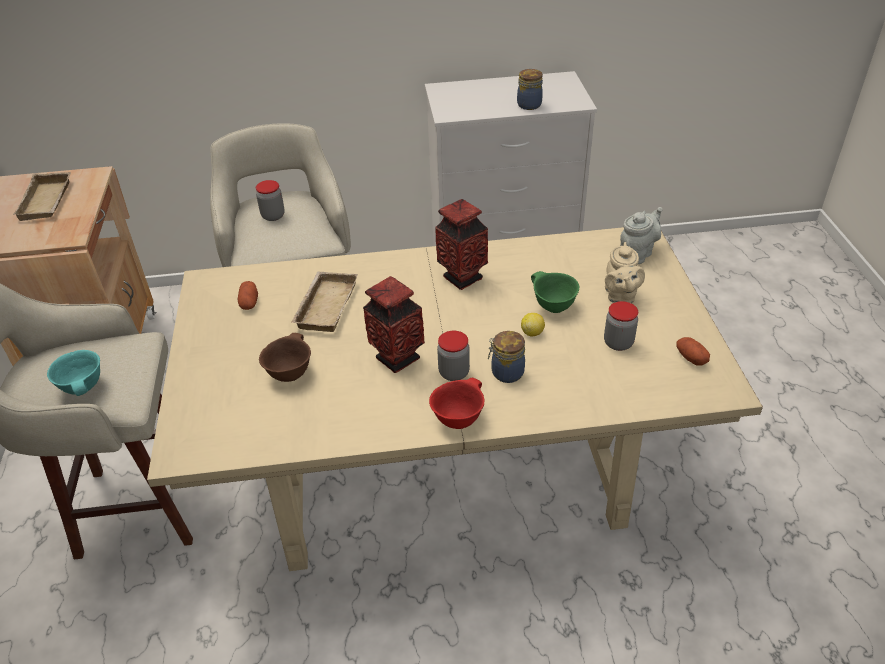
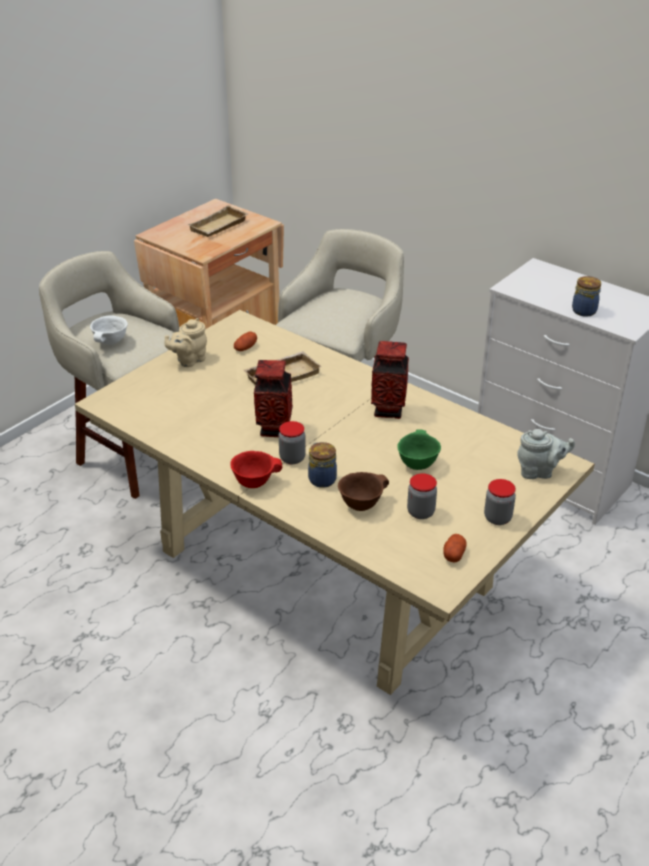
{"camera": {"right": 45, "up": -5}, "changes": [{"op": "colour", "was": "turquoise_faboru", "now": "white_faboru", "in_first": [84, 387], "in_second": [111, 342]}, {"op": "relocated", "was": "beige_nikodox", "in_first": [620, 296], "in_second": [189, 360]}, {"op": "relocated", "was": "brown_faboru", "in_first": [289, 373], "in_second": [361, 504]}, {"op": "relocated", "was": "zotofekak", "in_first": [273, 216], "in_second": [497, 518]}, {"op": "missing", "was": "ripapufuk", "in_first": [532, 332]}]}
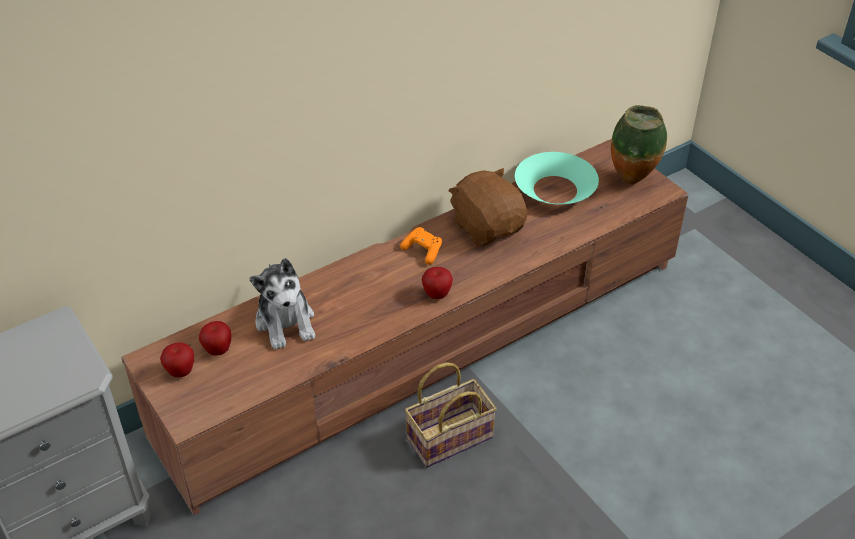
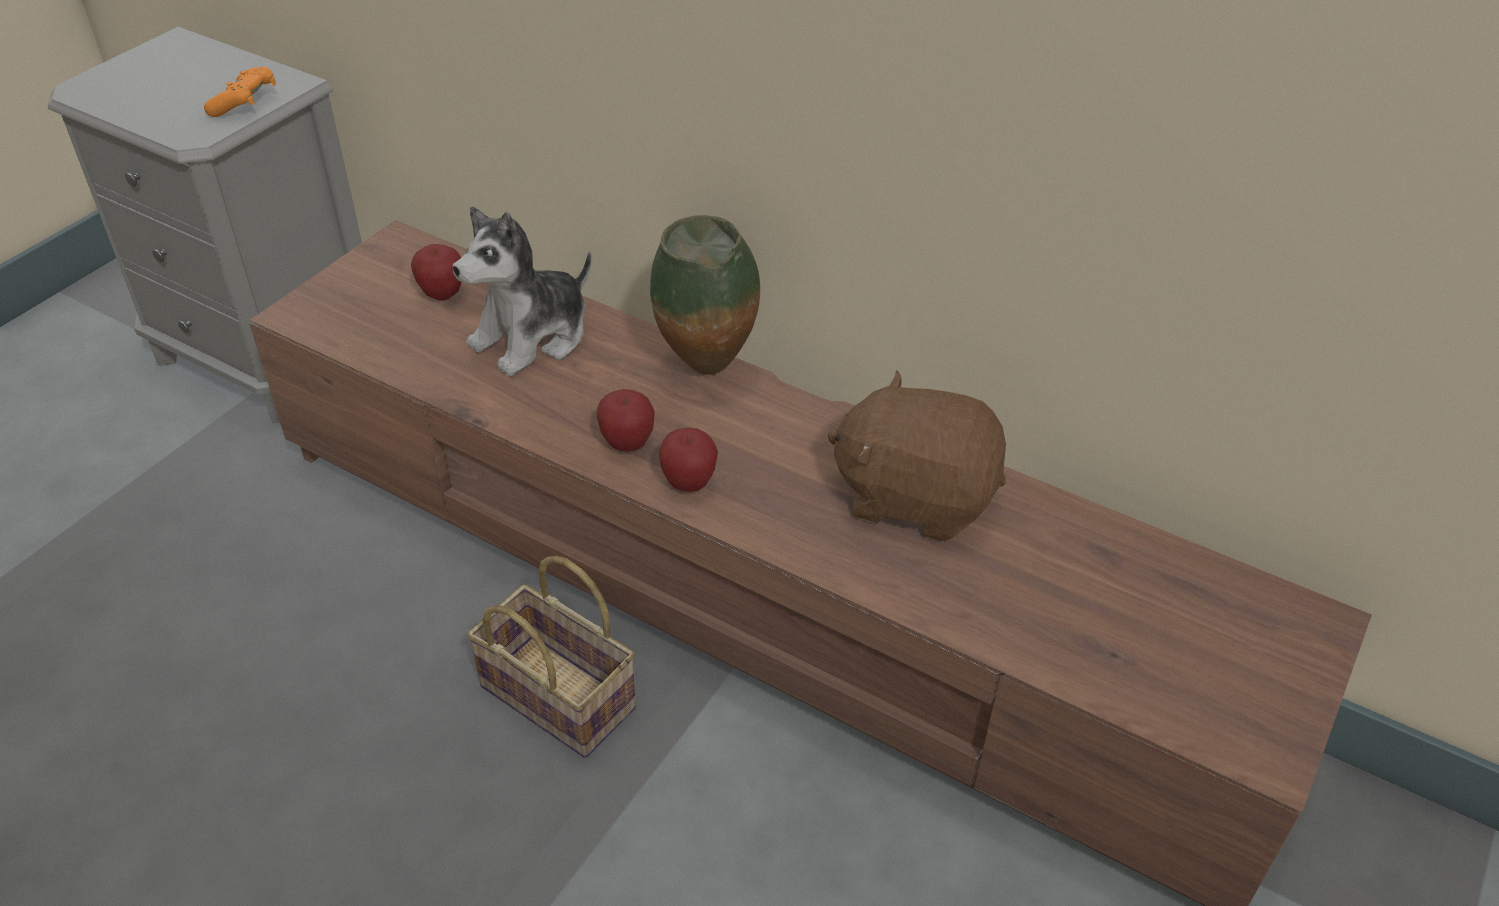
{"camera": {"right": 65, "up": 0}, "changes": [{"op": "relocated", "was": "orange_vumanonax", "in_first": [423, 251], "in_second": [246, 104]}, {"op": "relocated", "was": "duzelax", "in_first": [181, 372], "in_second": [627, 443]}, {"op": "relocated", "was": "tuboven", "in_first": [632, 181], "in_second": [707, 371]}, {"op": "spun", "was": "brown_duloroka", "in_first": [487, 227], "in_second": [915, 496], "clockwise": -105}, {"op": "missing", "was": "turquoise_faboru", "in_first": [555, 189]}]}
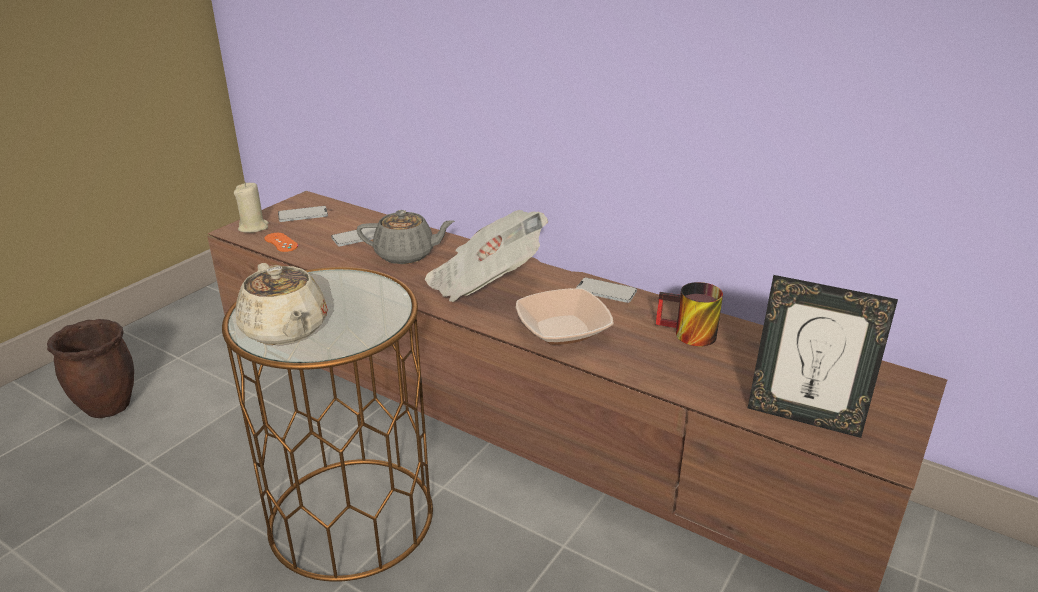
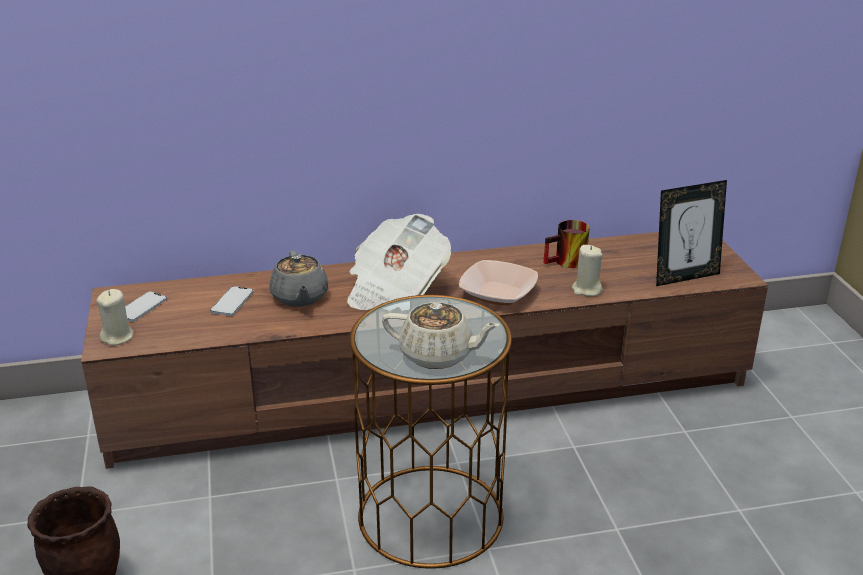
{"camera": {"right": -45, "up": 0}, "changes": [{"op": "spun", "was": "grey_nikodox", "in_first": [406, 255], "in_second": [299, 297], "clockwise": 120}, {"op": "appeared", "now": "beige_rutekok", "in_second": [586, 290]}, {"op": "missing", "was": "orange_vumanonax", "in_first": [281, 242]}, {"op": "missing", "was": "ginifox", "in_first": [606, 291]}]}
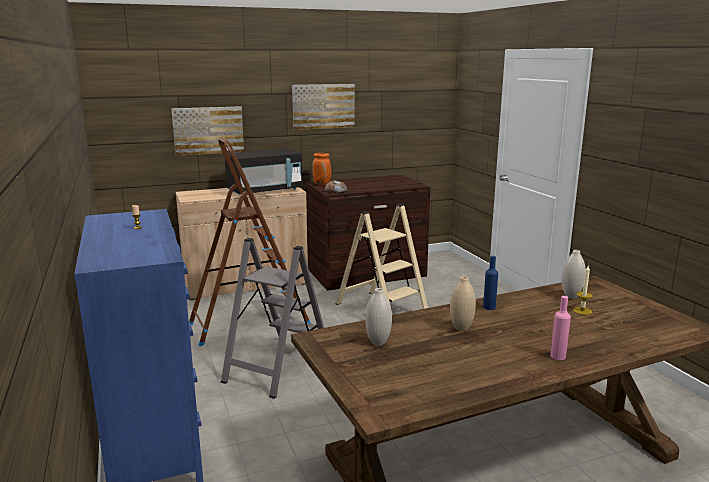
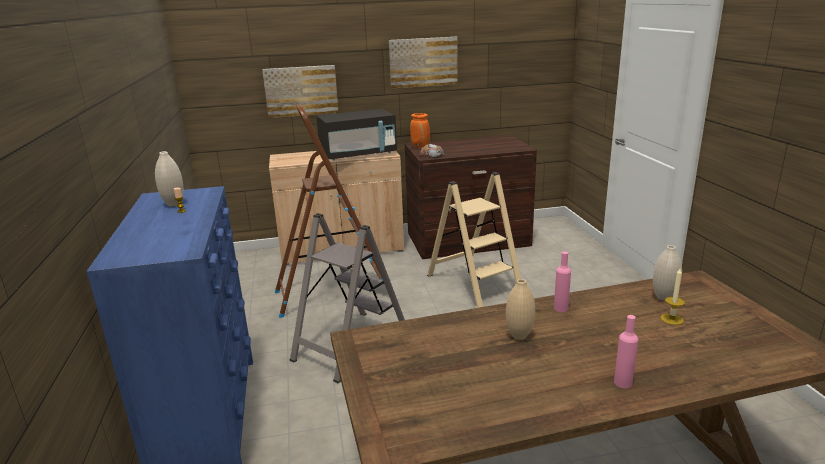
{"camera": {"right": 10, "up": 5}, "changes": [{"op": "relocated", "was": "white_tuboven", "in_first": [378, 343], "in_second": [174, 204]}, {"op": "colour", "was": "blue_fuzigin", "now": "pink_fuzigin", "in_first": [489, 307], "in_second": [560, 308]}]}
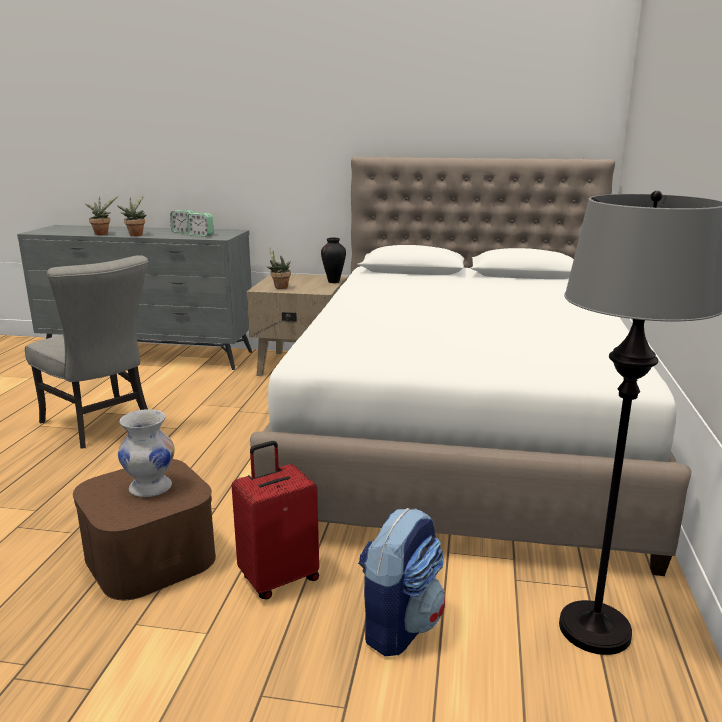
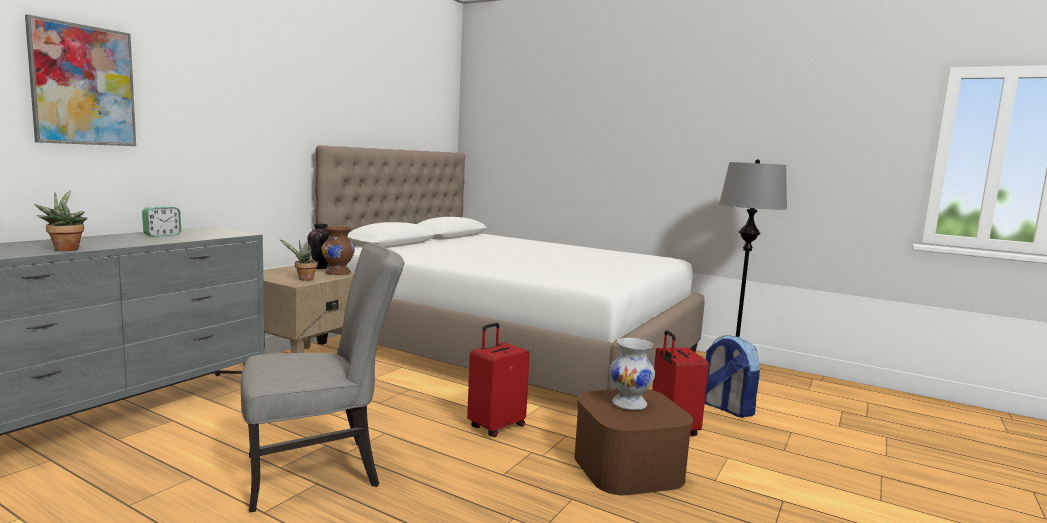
{"camera": {"right": -70, "up": -10}, "changes": [{"op": "appeared", "now": "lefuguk", "in_second": [83, 85]}, {"op": "appeared", "now": "brown_tuboven", "in_second": [338, 273]}, {"op": "appeared", "now": "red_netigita", "in_second": [496, 426]}, {"op": "missing", "was": "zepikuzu", "in_first": [136, 235]}, {"op": "missing", "was": "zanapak", "in_first": [201, 235]}]}
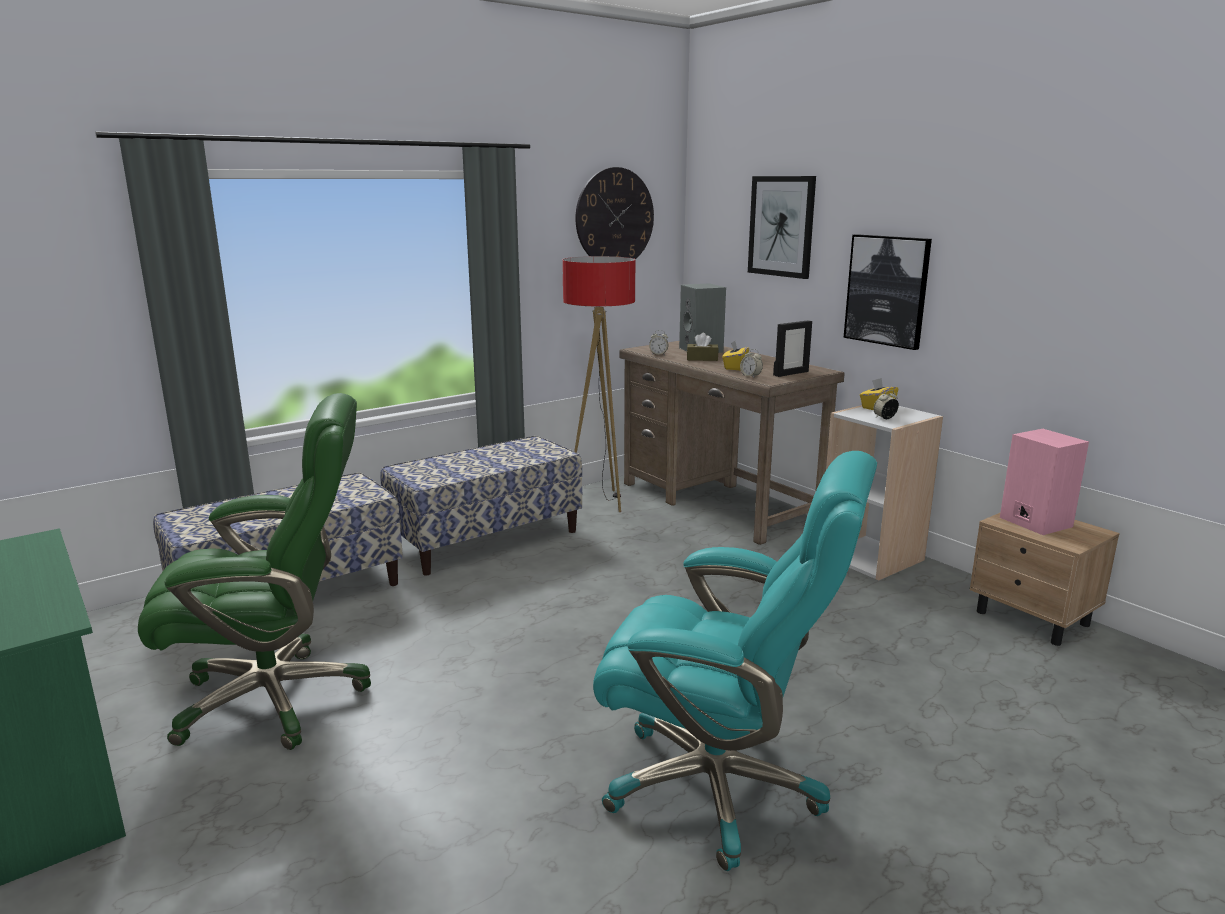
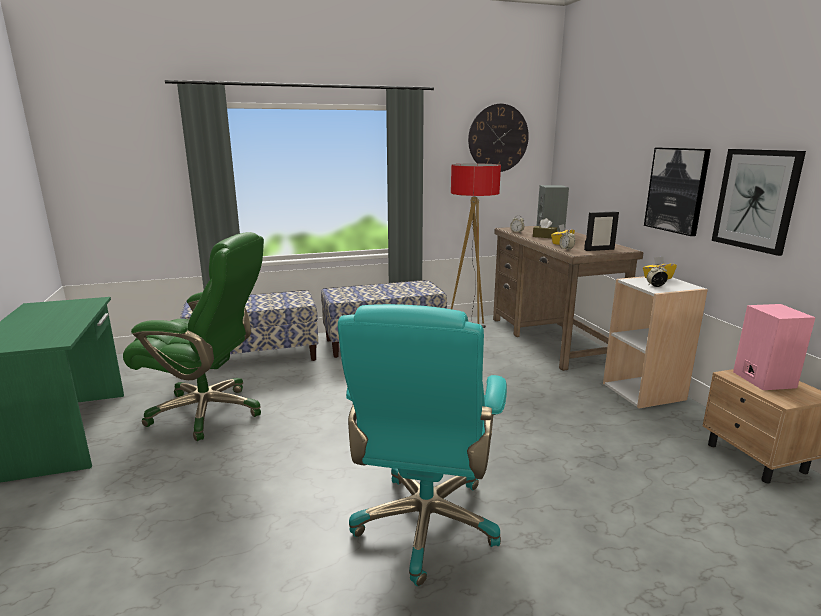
{"camera": {"right": 20, "up": 0}, "changes": [{"op": "spun", "was": "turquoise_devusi", "in_first": [720, 794], "in_second": [423, 528], "clockwise": 60}, {"op": "relocated", "was": "lefuguk", "in_first": [781, 226], "in_second": [756, 200]}]}
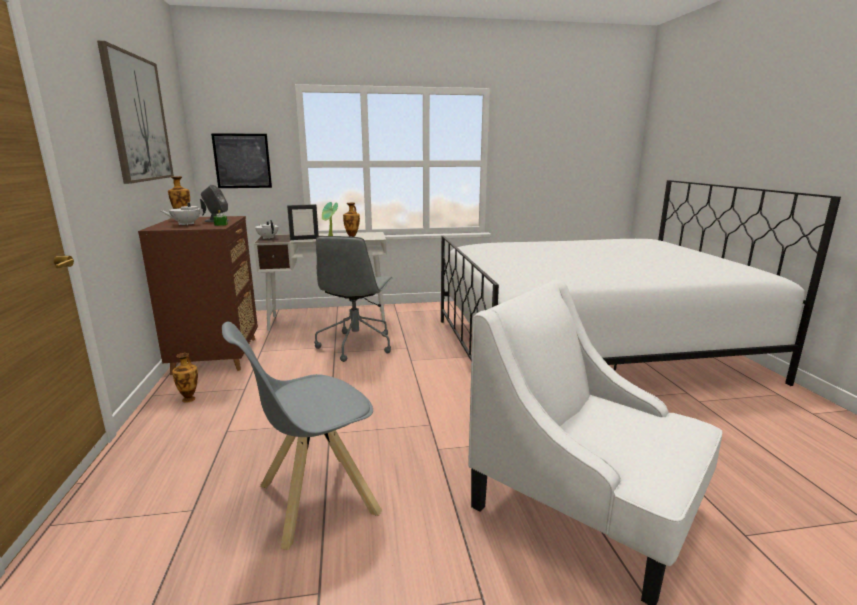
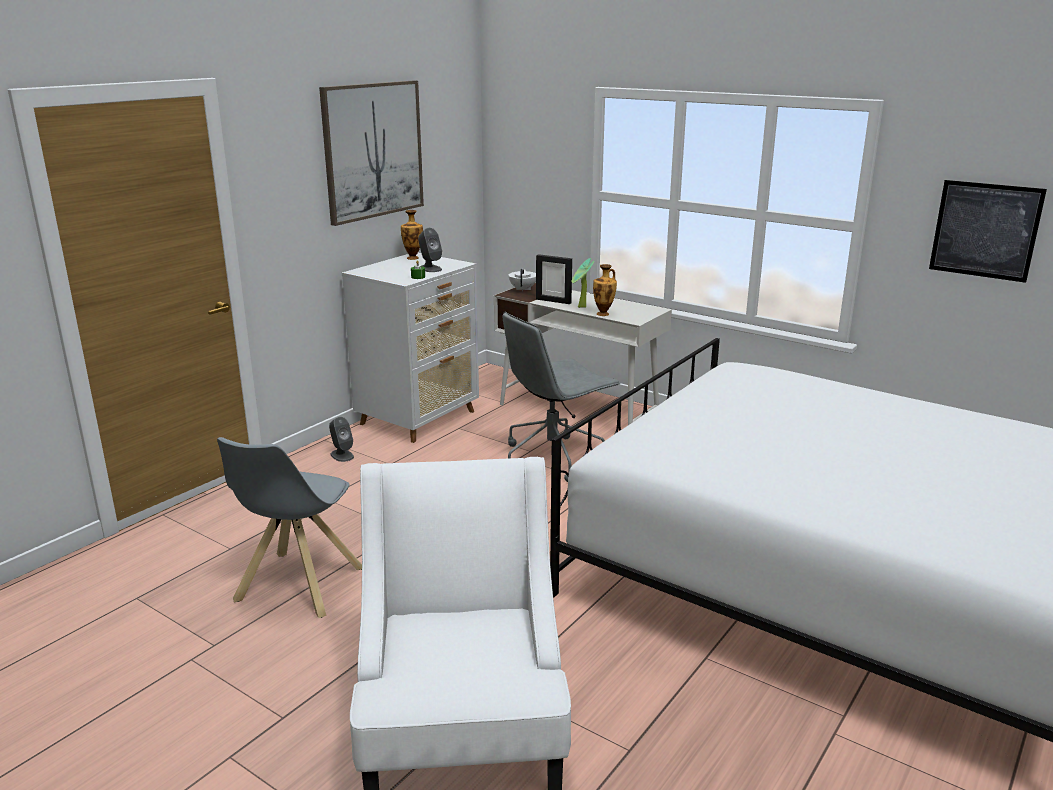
{"camera": {"right": 45, "up": 5}, "changes": [{"op": "spun", "was": "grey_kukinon", "in_first": [314, 499], "in_second": [297, 586], "clockwise": -90}, {"op": "exchanged", "was": "tuboven", "now": "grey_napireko", "in_first": [189, 399], "in_second": [342, 455]}, {"op": "colour", "was": "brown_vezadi", "now": "white_vezadi", "in_first": [216, 355], "in_second": [419, 417]}, {"op": "relocated", "was": "lefuguk", "in_first": [242, 161], "in_second": [985, 230]}, {"op": "missing", "was": "white_nikodox", "in_first": [186, 224]}]}
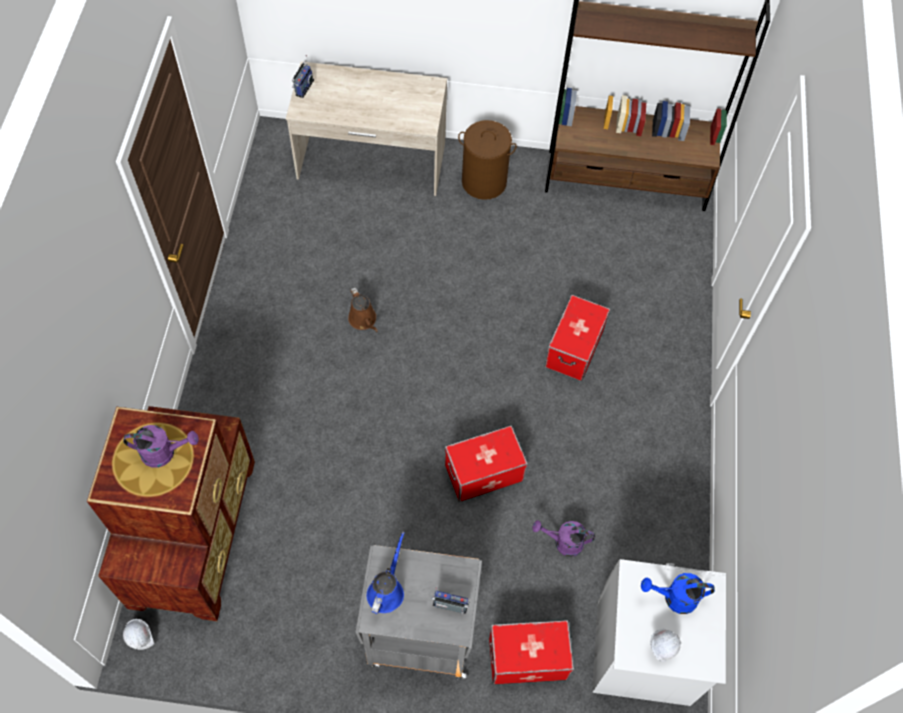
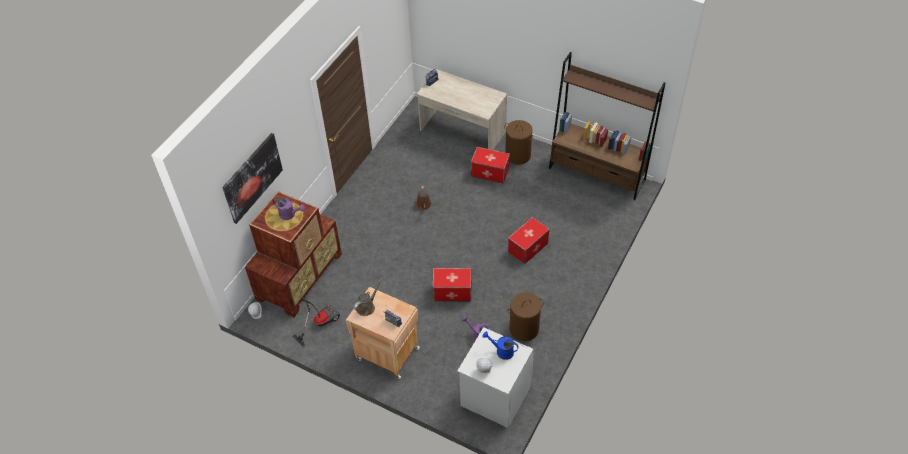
{"camera": {"right": 25, "up": -10}, "changes": [{"op": "appeared", "now": "lefuguk", "in_second": [252, 177]}, {"op": "appeared", "now": "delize", "in_second": [319, 323]}, {"op": "colour", "was": "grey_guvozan", "now": "brown_guvozan", "in_first": [419, 634], "in_second": [387, 353]}, {"op": "colour", "was": "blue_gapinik", "now": "brown_gapinik", "in_first": [386, 590], "in_second": [367, 307]}, {"op": "relocated", "was": "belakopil", "in_first": [527, 659], "in_second": [490, 172]}, {"op": "appeared", "now": "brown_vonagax", "in_second": [524, 329]}]}
